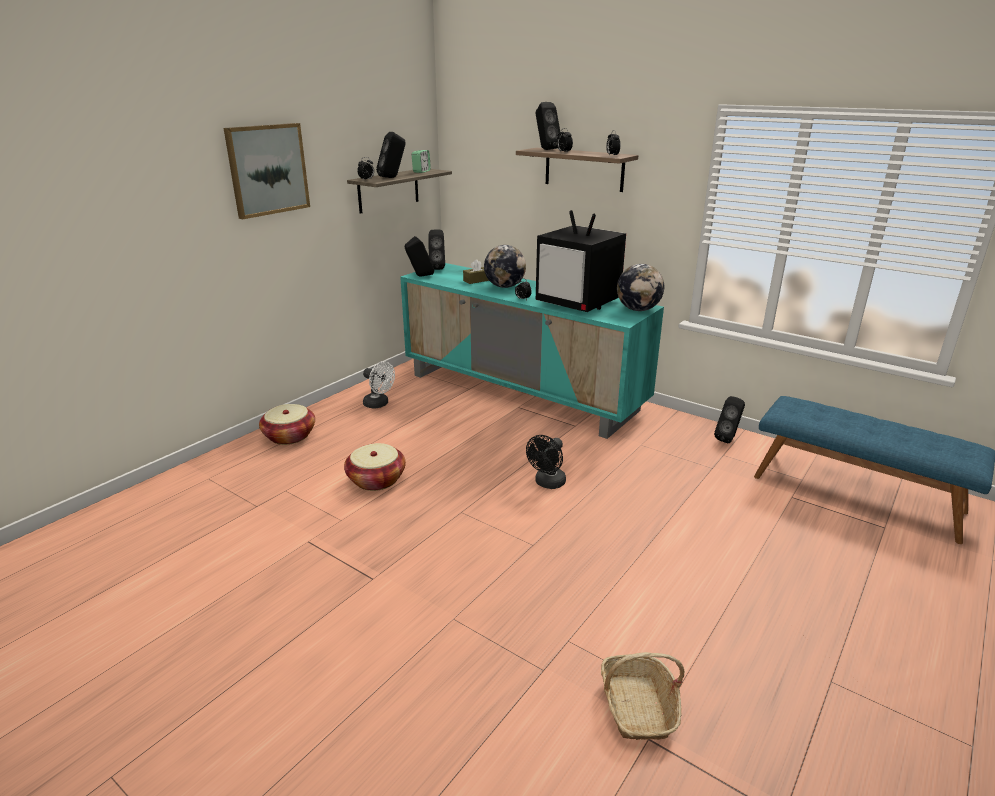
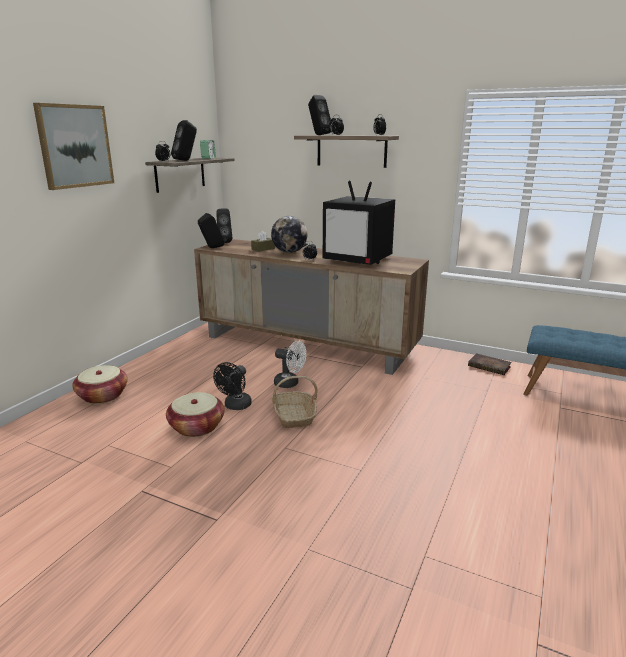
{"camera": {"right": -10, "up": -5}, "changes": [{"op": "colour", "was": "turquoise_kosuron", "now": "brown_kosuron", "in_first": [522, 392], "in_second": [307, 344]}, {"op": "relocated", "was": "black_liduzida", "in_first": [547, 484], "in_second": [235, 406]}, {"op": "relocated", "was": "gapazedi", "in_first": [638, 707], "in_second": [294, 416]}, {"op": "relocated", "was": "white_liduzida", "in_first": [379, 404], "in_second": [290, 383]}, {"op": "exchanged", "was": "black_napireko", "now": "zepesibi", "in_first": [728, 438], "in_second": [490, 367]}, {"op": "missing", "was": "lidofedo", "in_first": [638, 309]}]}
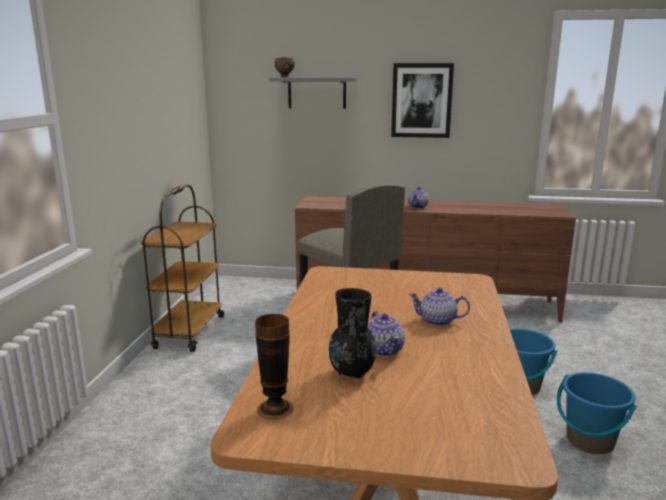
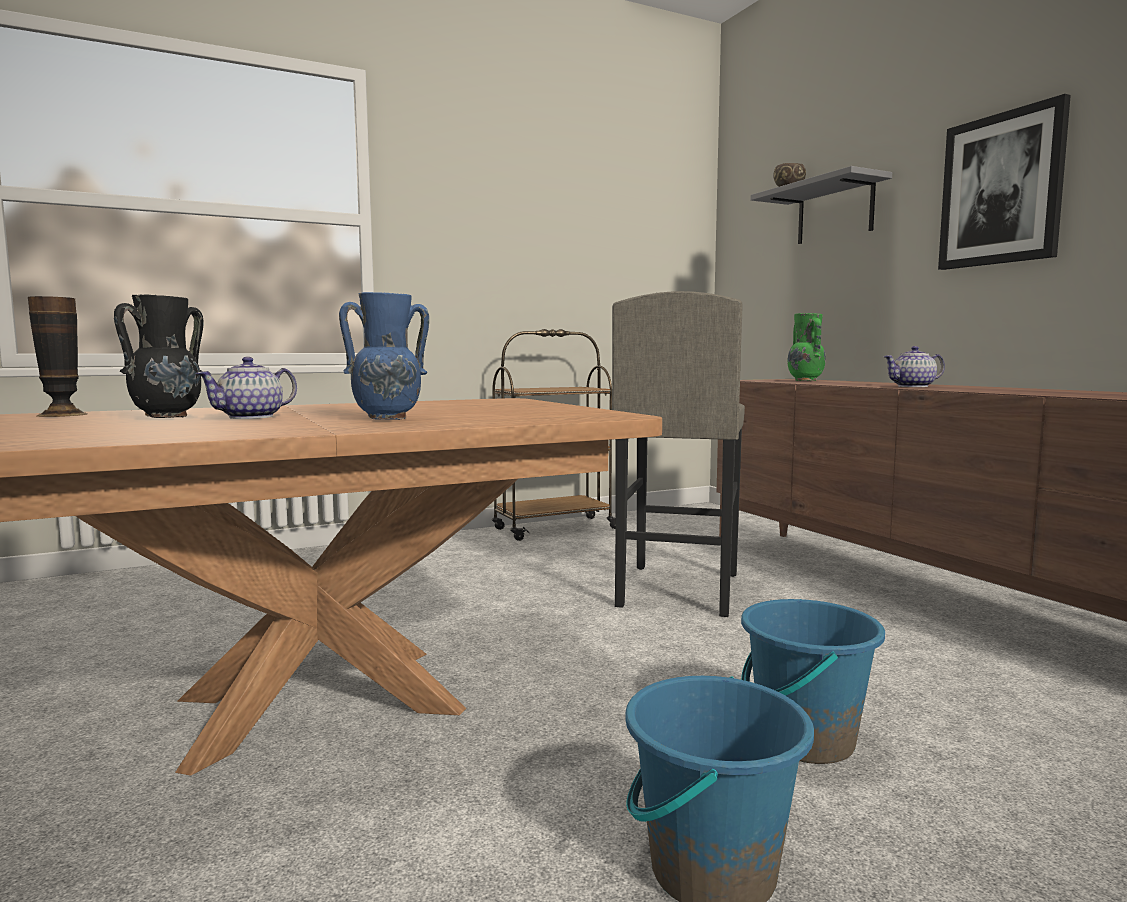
{"camera": {"right": 55, "up": -10}, "changes": [{"op": "exchanged", "was": "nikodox", "now": "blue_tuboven", "in_first": [438, 321], "in_second": [388, 418]}, {"op": "appeared", "now": "green_tuboven", "in_second": [805, 380]}]}
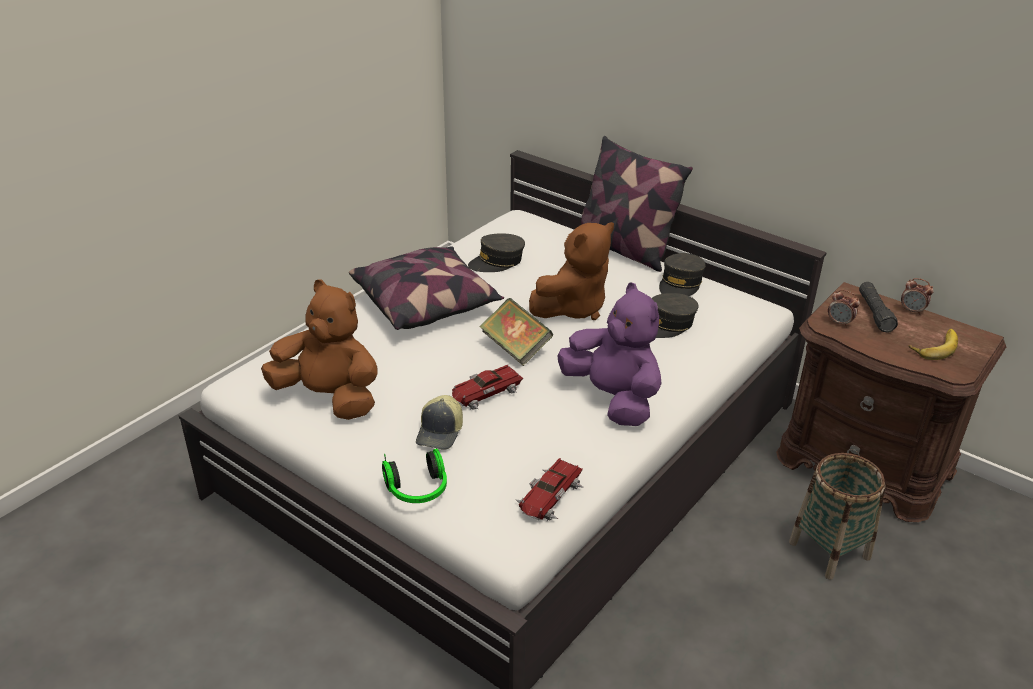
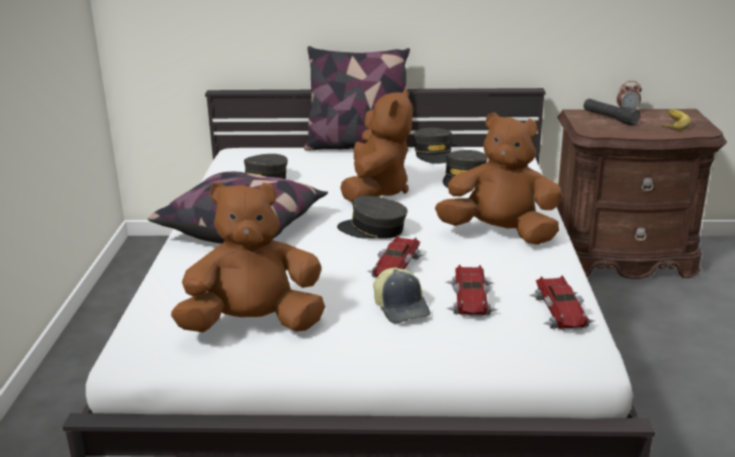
{"camera": {"right": -35, "up": -10}, "changes": [{"op": "exchanged", "was": "zepesibi", "now": "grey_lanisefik", "in_first": [515, 348], "in_second": [373, 230]}, {"op": "colour", "was": "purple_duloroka", "now": "brown_duloroka", "in_first": [613, 398], "in_second": [500, 233]}, {"op": "appeared", "now": "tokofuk", "in_second": [471, 299]}, {"op": "missing", "was": "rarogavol", "in_first": [418, 491]}, {"op": "missing", "was": "gapazedi", "in_first": [829, 550]}, {"op": "missing", "was": "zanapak", "in_first": [839, 323]}]}
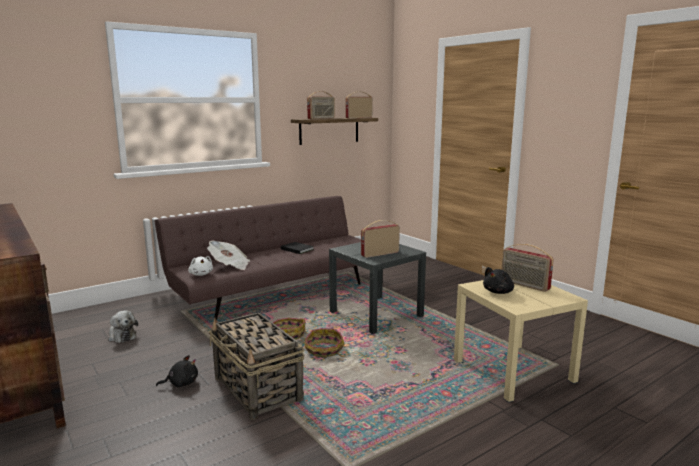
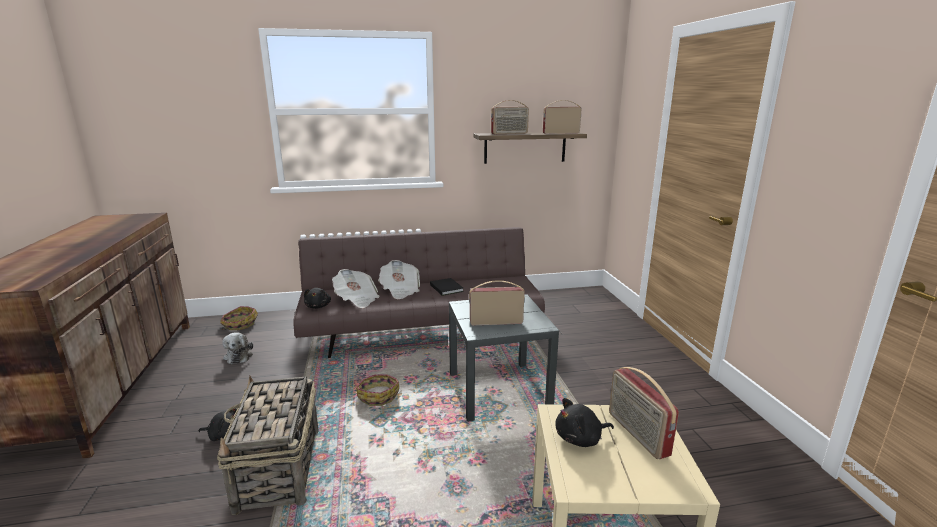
{"camera": {"right": 25, "up": 5}, "changes": [{"op": "relocated", "was": "gapazedi", "in_first": [323, 350], "in_second": [239, 324]}, {"op": "colour", "was": "white_duloroka", "now": "black_duloroka", "in_first": [201, 274], "in_second": [318, 306]}, {"op": "appeared", "now": "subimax", "in_second": [400, 290]}]}
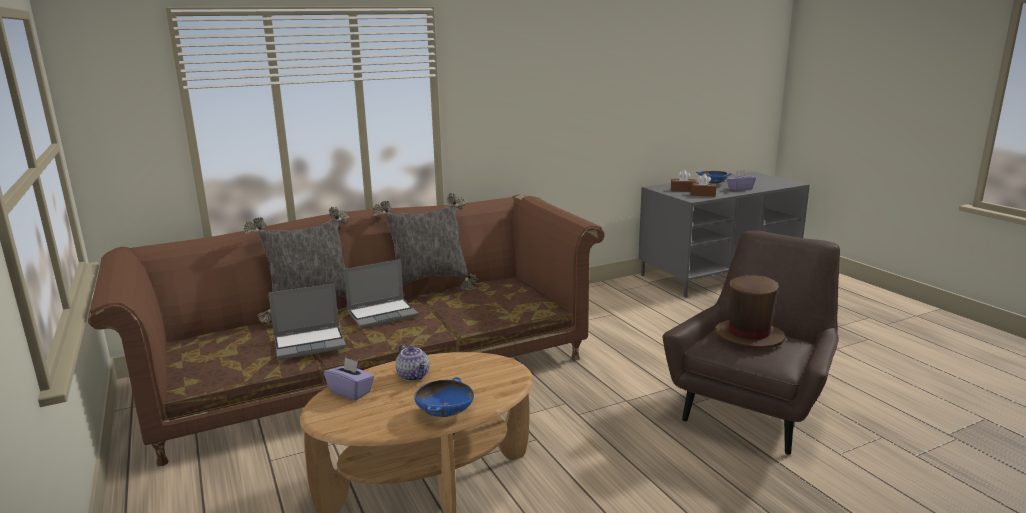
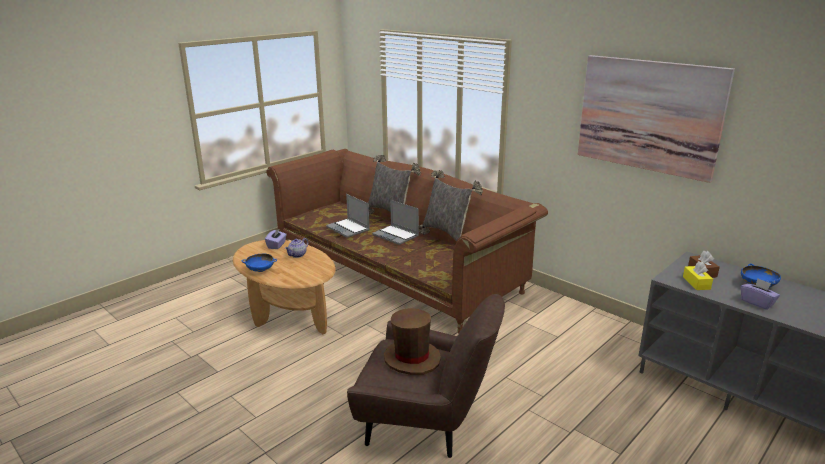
{"camera": {"right": 70, "up": 5}, "changes": [{"op": "appeared", "now": "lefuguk", "in_second": [648, 115]}, {"op": "colour", "was": "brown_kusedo", "now": "yellow_kusedo", "in_first": [703, 194], "in_second": [696, 283]}]}
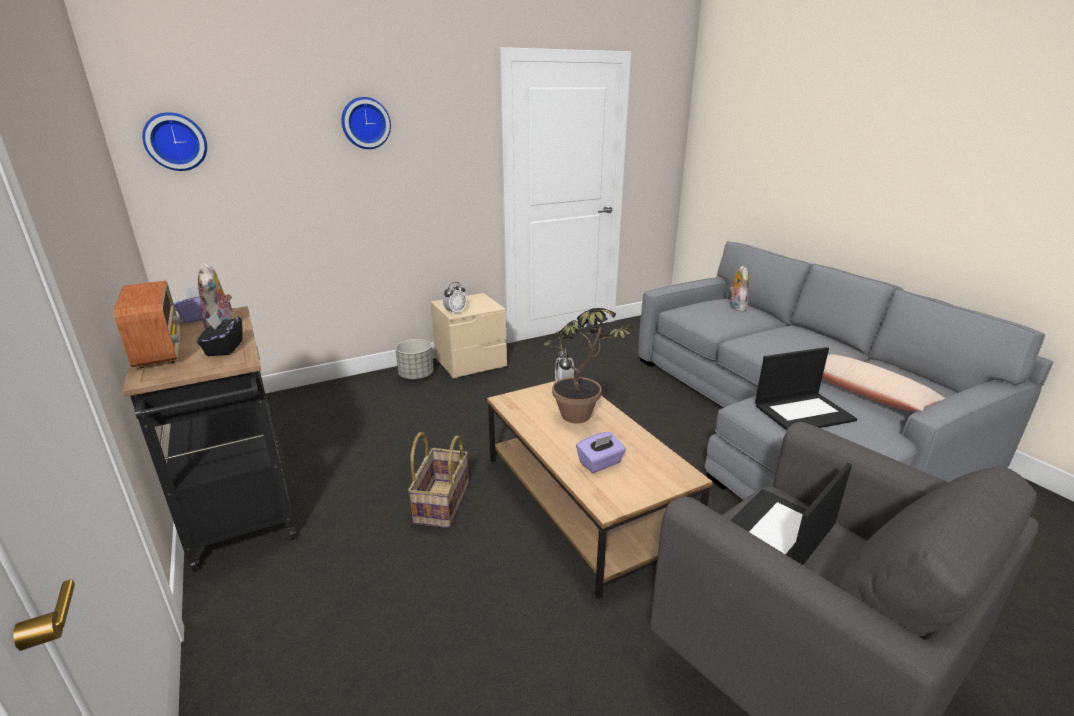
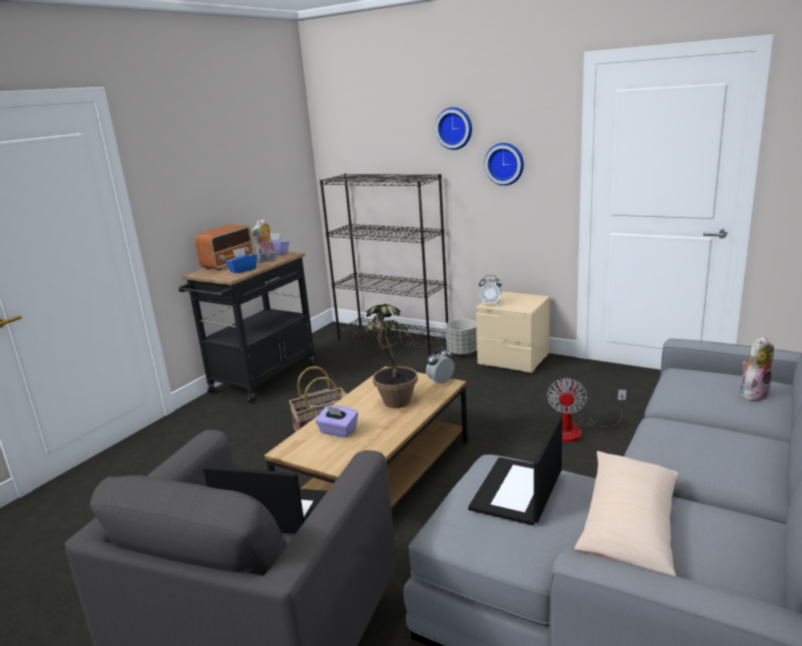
{"camera": {"right": 60, "up": -5}, "changes": [{"op": "colour", "was": "black_kusedo", "now": "blue_kusedo", "in_first": [224, 348], "in_second": [242, 270]}, {"op": "appeared", "now": "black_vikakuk", "in_second": [393, 339]}, {"op": "spun", "was": "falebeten", "in_first": [804, 412], "in_second": [517, 491], "clockwise": 75}, {"op": "relocated", "was": "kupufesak", "in_first": [175, 141], "in_second": [505, 163]}, {"op": "appeared", "now": "liduzida", "in_second": [576, 431]}]}
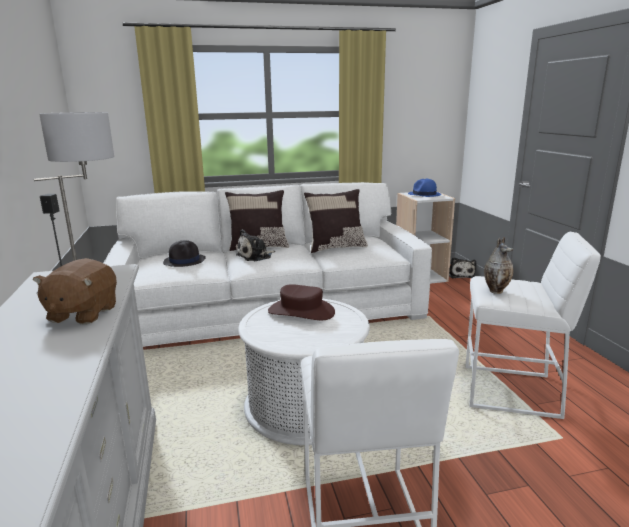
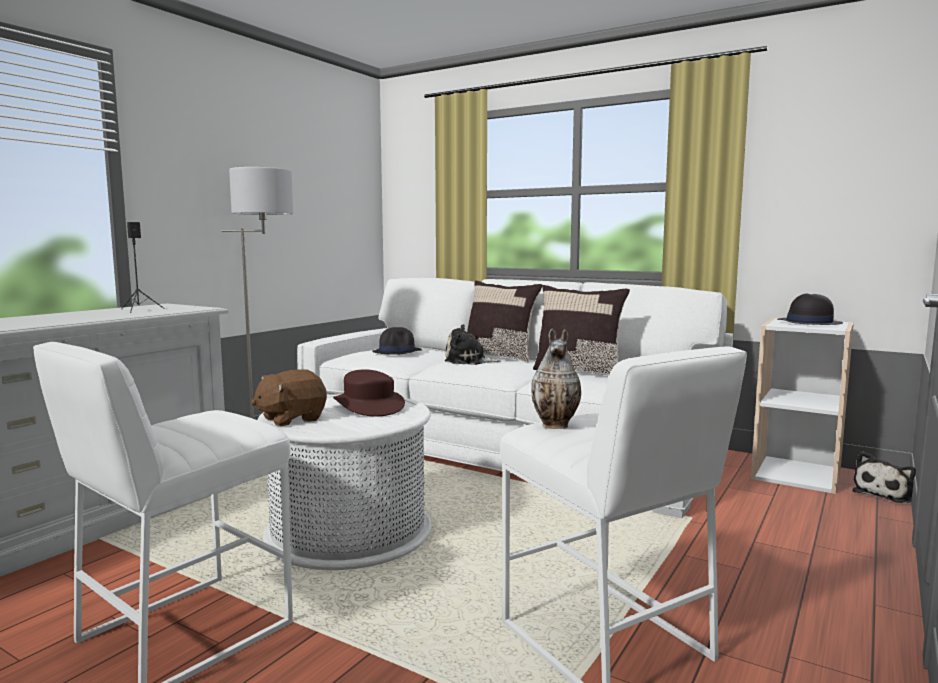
{"camera": {"right": 45, "up": -10}, "changes": [{"op": "relocated", "was": "brown_duloroka", "in_first": [82, 314], "in_second": [291, 419]}, {"op": "colour", "was": "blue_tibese", "now": "black_tibese", "in_first": [424, 194], "in_second": [808, 323]}]}
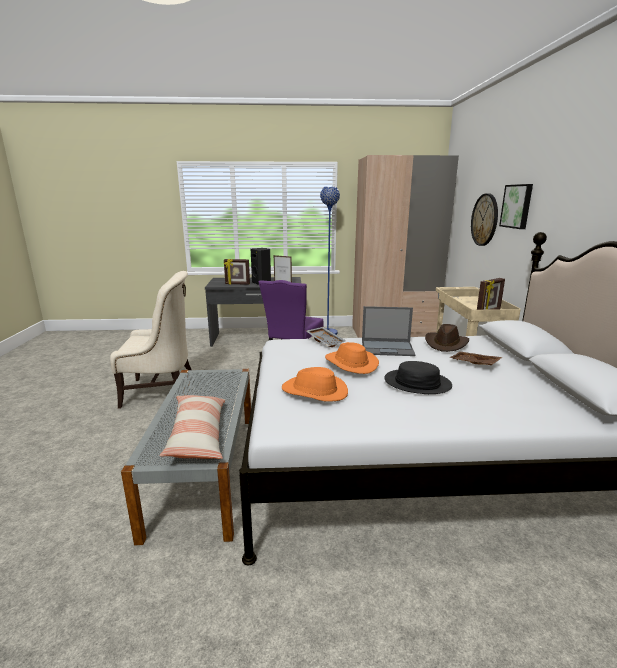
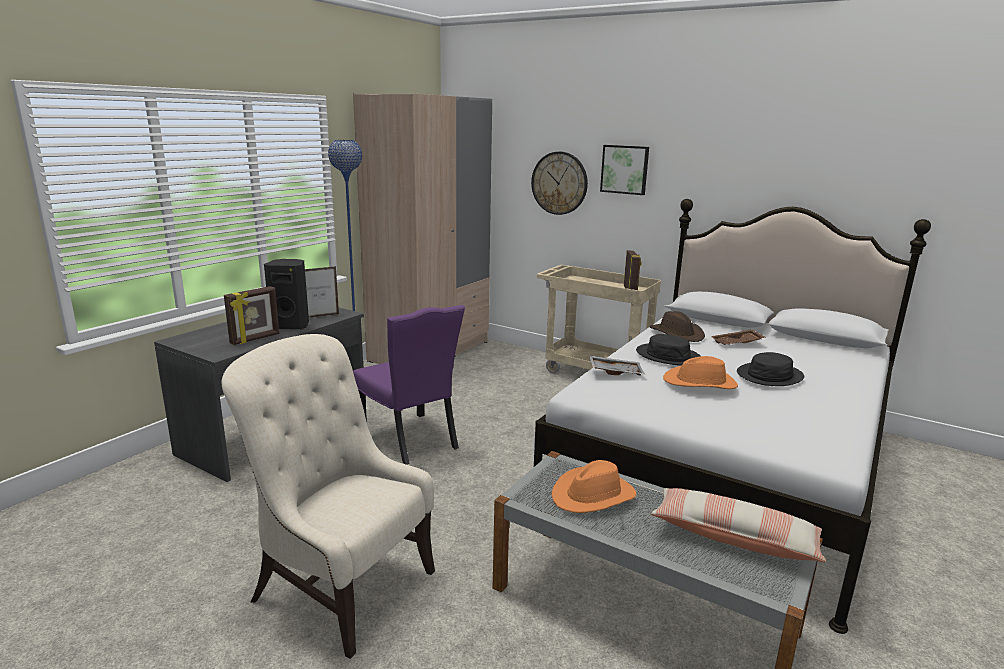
{"camera": {"right": -55, "up": 0}, "changes": [{"op": "spun", "was": "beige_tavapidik", "in_first": [162, 391], "in_second": [341, 586], "clockwise": -90}, {"op": "relocated", "was": "orange_tibese", "in_first": [314, 391], "in_second": [593, 495]}, {"op": "exchanged", "was": "falebeten", "now": "black_tibese", "in_first": [388, 348], "in_second": [668, 356]}]}
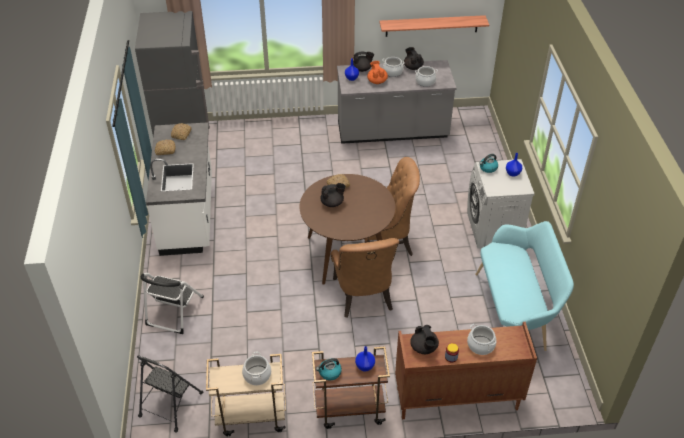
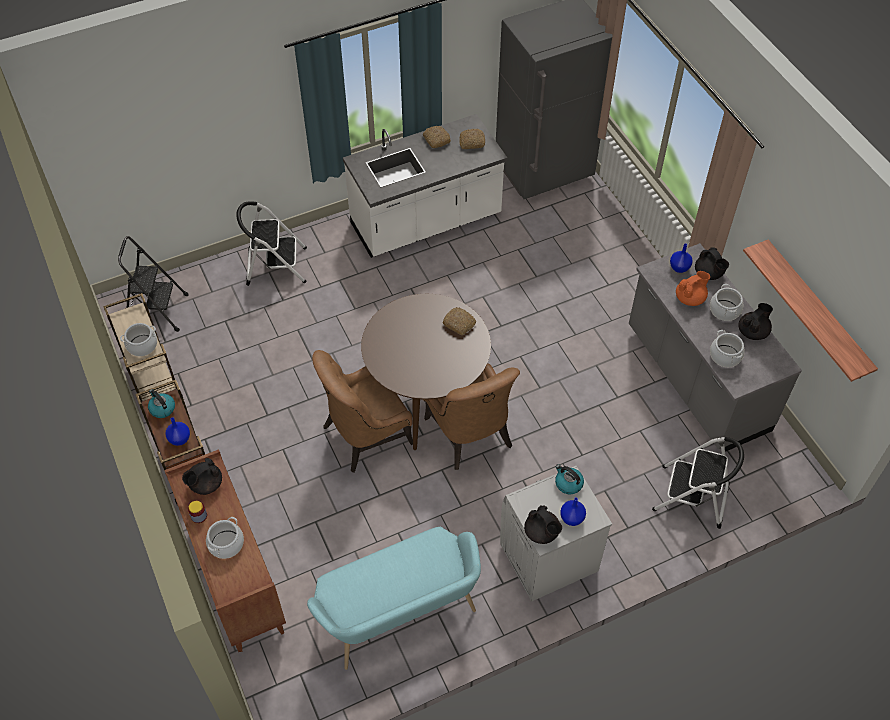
{"camera": {"right": 70, "up": 10}, "changes": [{"op": "relocated", "was": "black_nikodox", "in_first": [332, 203], "in_second": [542, 533]}, {"op": "appeared", "now": "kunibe", "in_second": [693, 498]}]}
